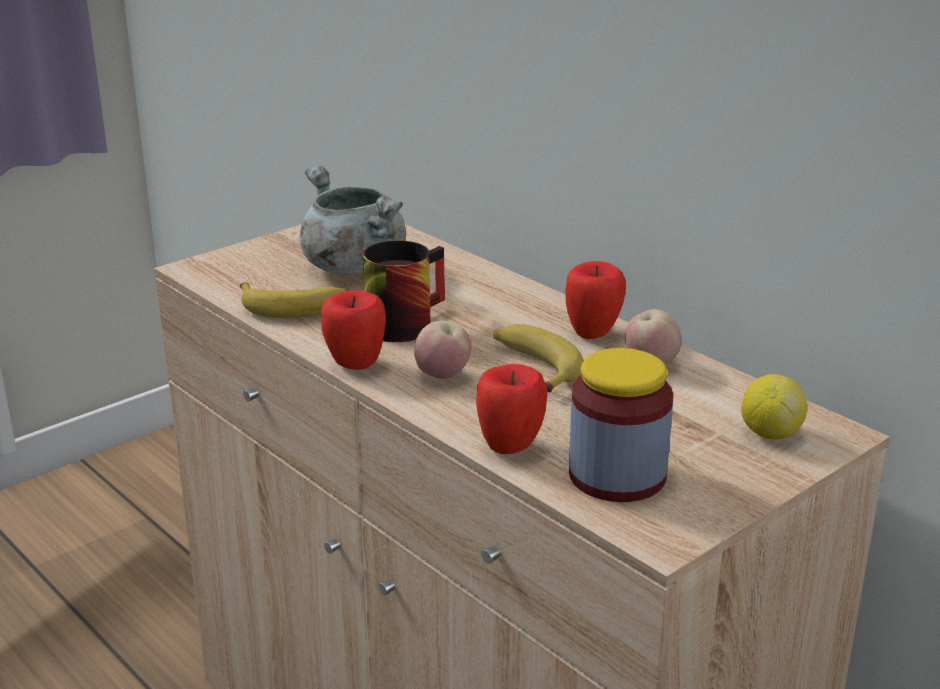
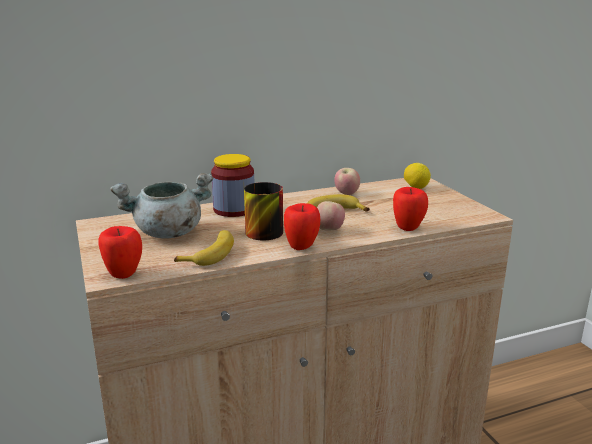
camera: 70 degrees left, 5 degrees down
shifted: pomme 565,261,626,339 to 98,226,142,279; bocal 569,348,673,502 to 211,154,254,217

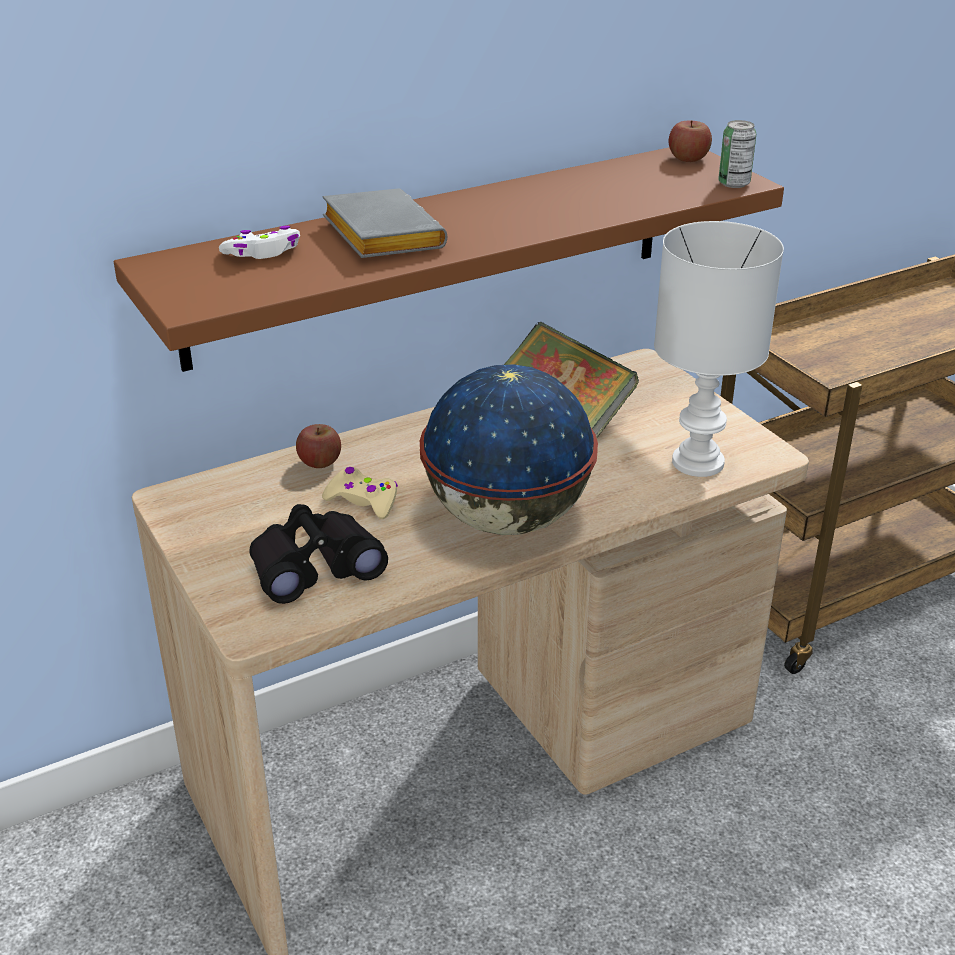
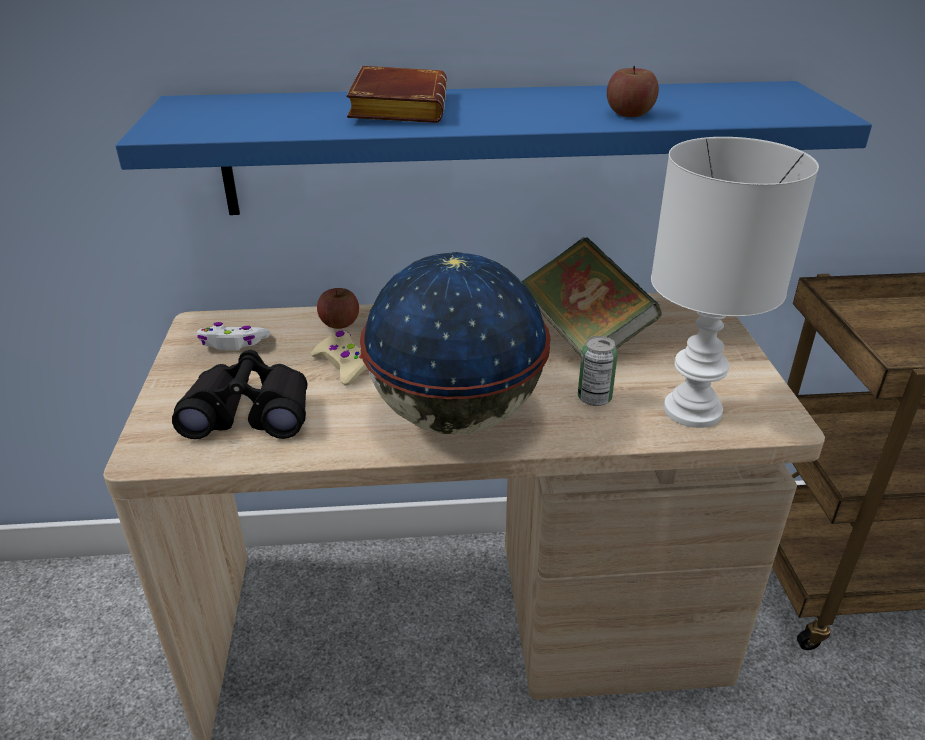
camera: 25 degrees right, 0 degrees up
shifted: manette [blanc] 219,226,300,259 to 197,322,270,350; pomme 669,120,712,162 to 607,66,659,117; boîte métallique 718,120,756,188 to 578,336,618,406
repainted: étagère [marron] 114,147,784,372 to étagère [bleu] 116,81,872,215; livre [gris] 323,188,447,258 to livre [marron] 346,66,447,123

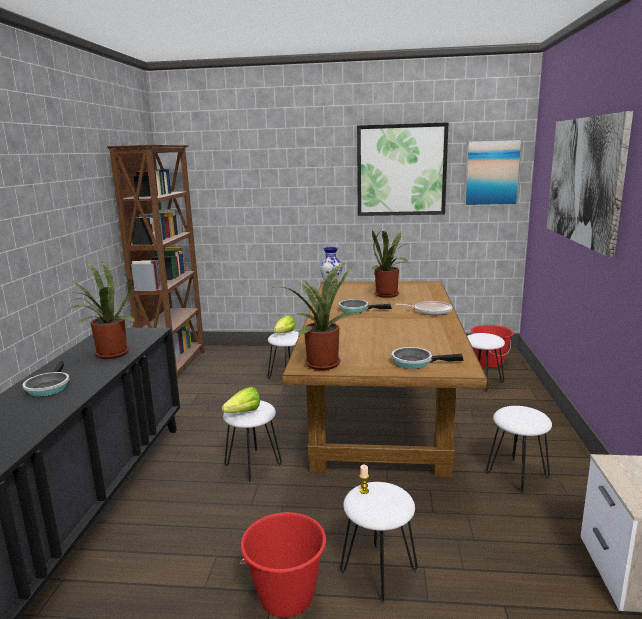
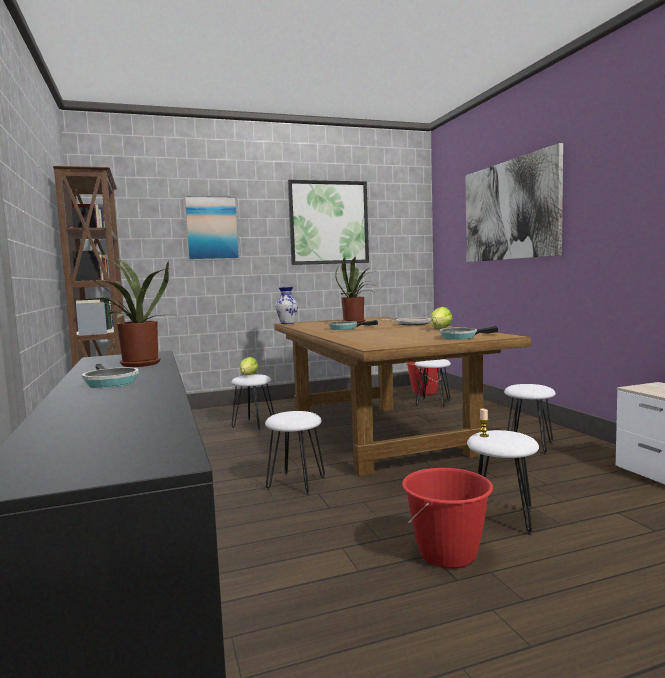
camera: 25 degrees left, 10 degrees down
gone: plante en pot 281,262,359,370
shifted: laitue 222,387,260,413 to 430,307,453,328; tableau 464,138,523,207 to 183,195,240,261

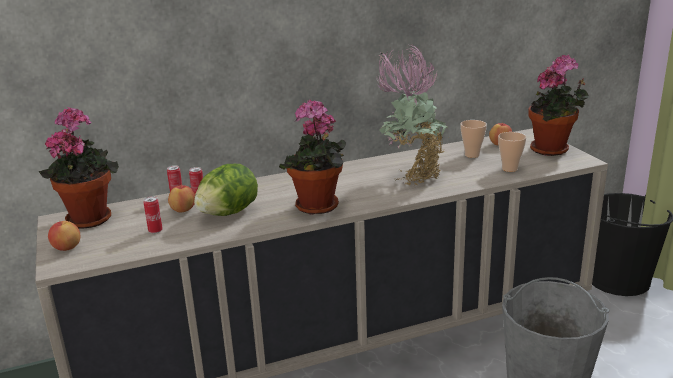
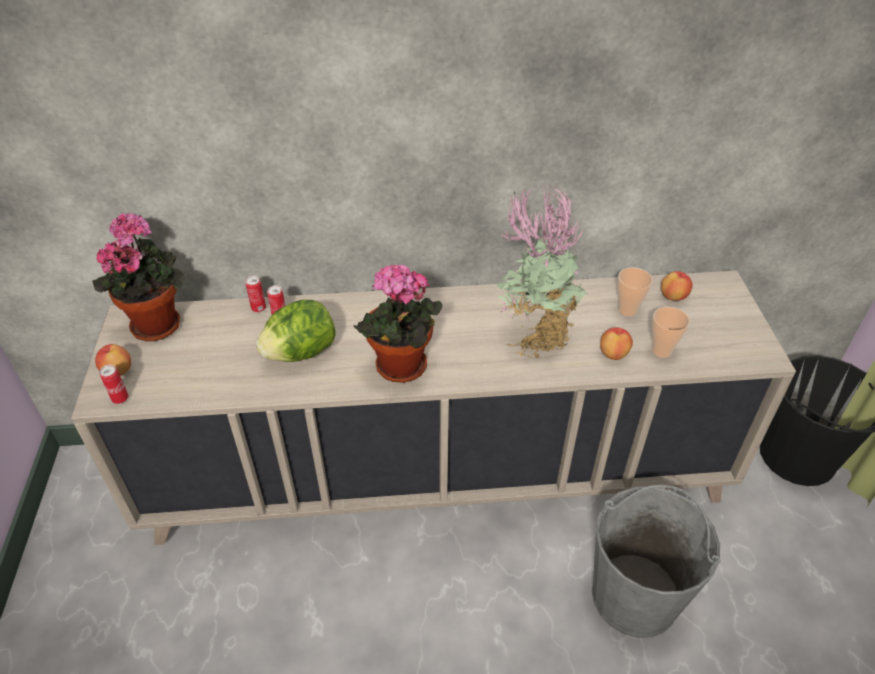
camera: 15 degrees right, 20 degrees up
gone: plante en pot 529,55,589,156
shifted: boîte métallique 144,196,163,234 to 99,365,128,404; pomme 168,185,195,212 to 600,327,633,360

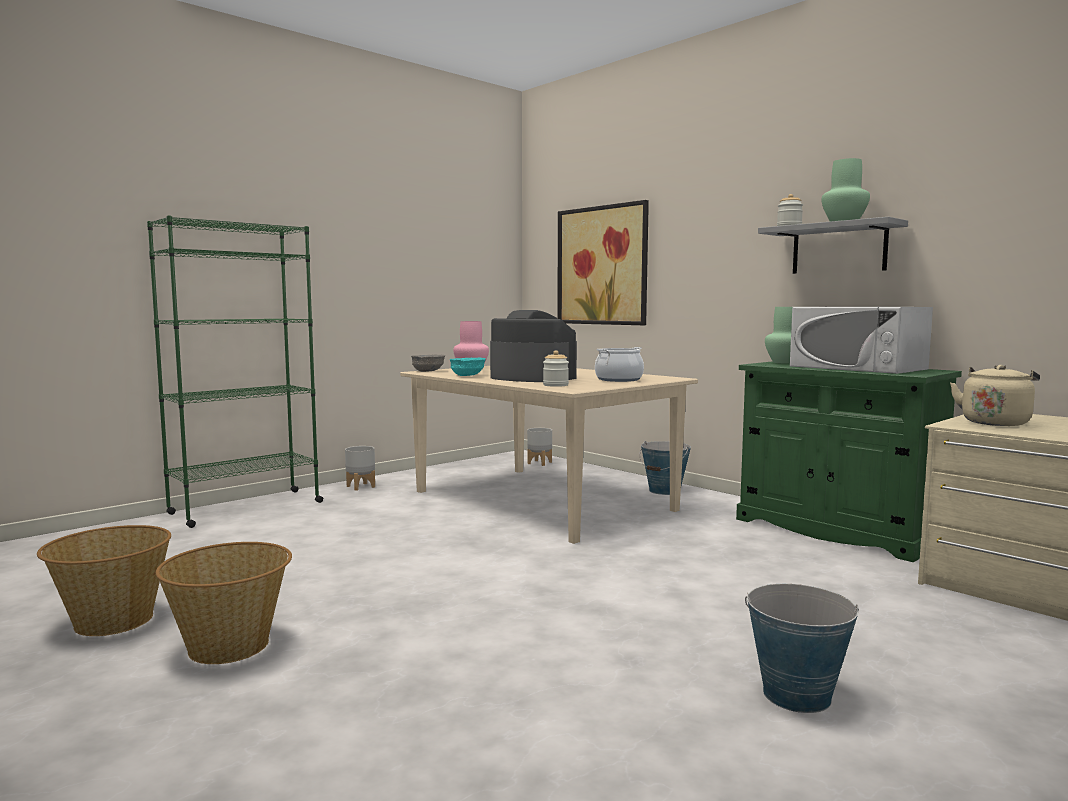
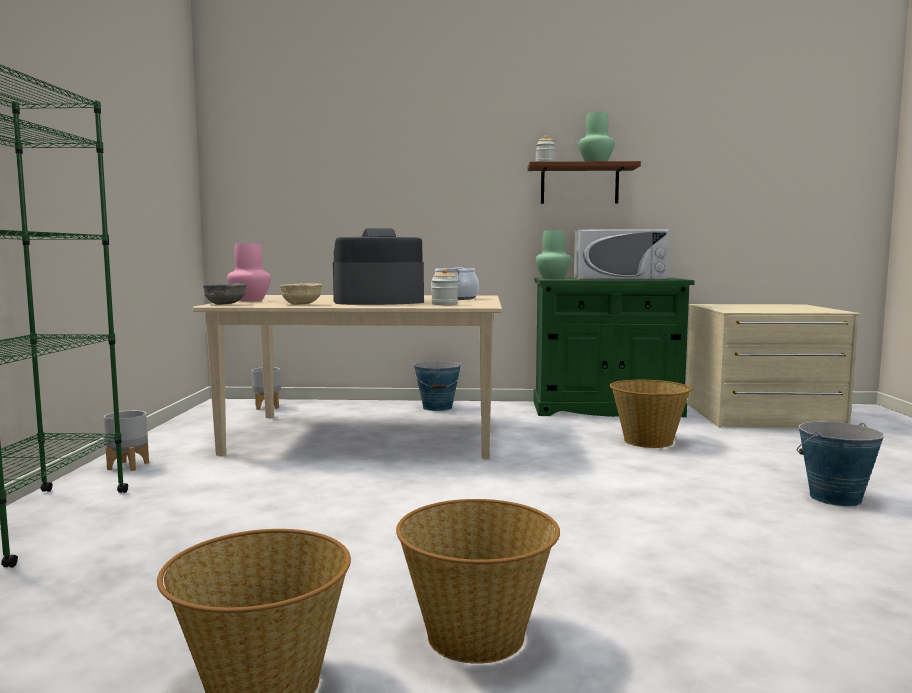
camera: 45 degrees left, 0 degrees up
gone: tableau 557,200,649,325; bouilloire [beige] 950,365,1040,426
new: panier 610,380,692,448
repainted: bol [turquoise] 450,358,486,376 to bol [beige] 280,283,323,305; étagère [gris] 758,217,908,274 to étagère [marron] 528,161,641,204

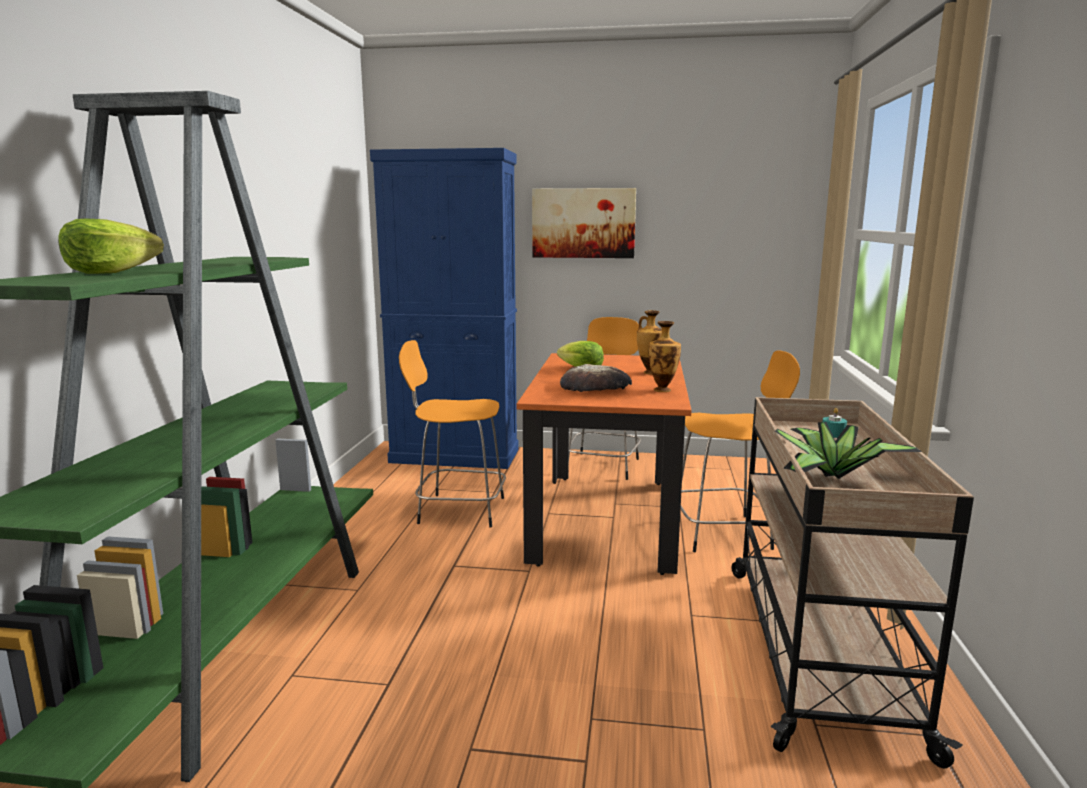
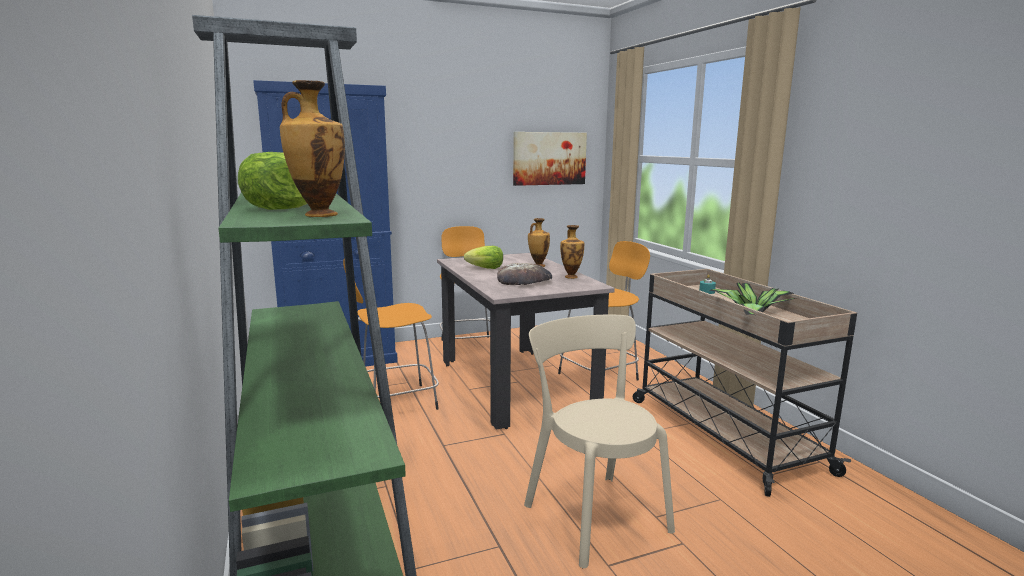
camera: 30 degrees left, 0 degrees up
new: vase 280,80,345,217; chaise [beige] 524,315,675,568
shifted: tableau 532,188,636,258 to 513,132,587,186
repainted: table à manger [orange] 516,353,692,575 to table à manger [beige] 437,253,615,429

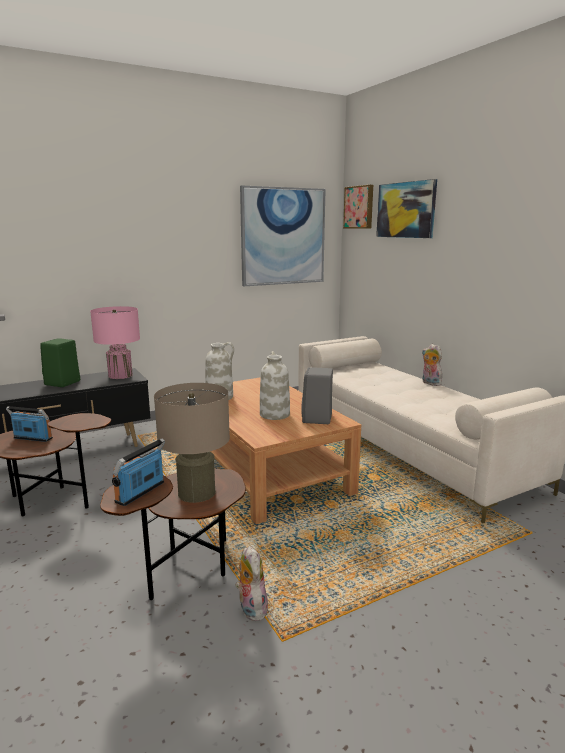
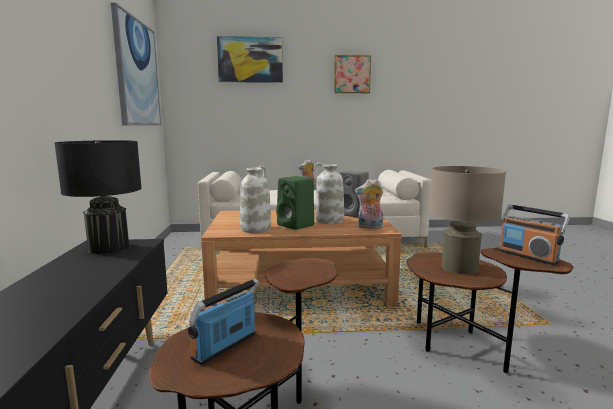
camera: 65 degrees left, 5 degrees down
shifted: enceinte [vert] 40,338,80,387 to 276,176,314,230; peluche 235,546,268,621 to 355,179,384,229; tableau 343,185,373,229 to 334,55,371,93
repainted: lampe de table [rose] 90,306,140,379 to lampe de table [noir] 54,140,142,254

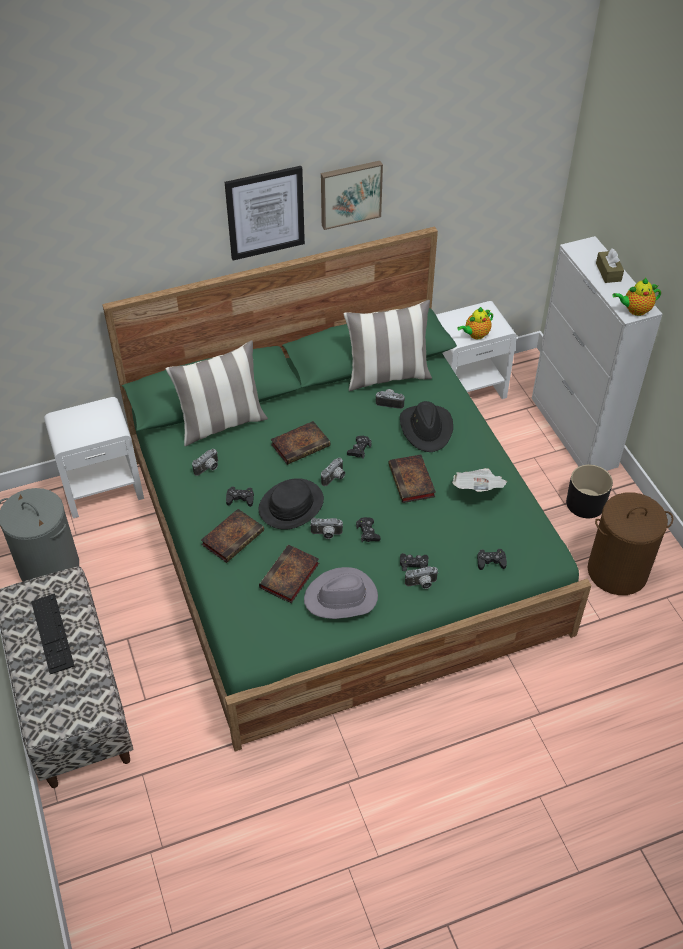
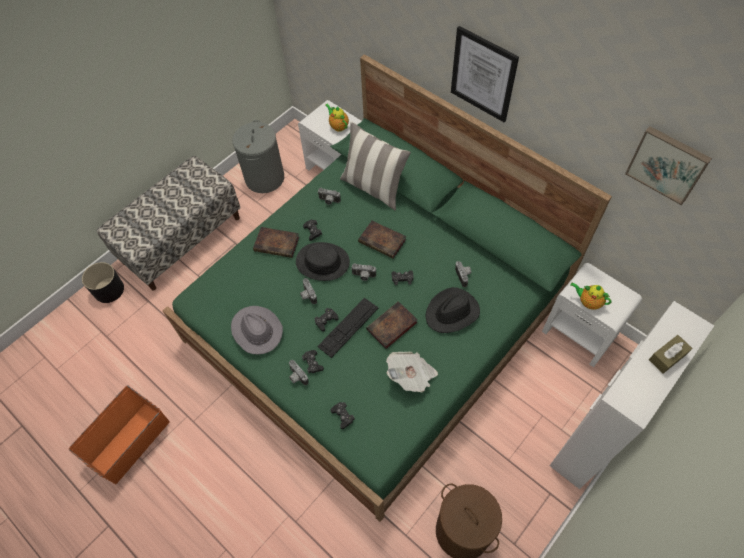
camera: 65 degrees right, 10 degrees up
gone: livre 259,544,319,603; coussin 343,300,432,391
new: boîte de rangement [orange] 69,386,170,484
shifted: clavier 31,593,75,674 to 317,298,379,358; tableau 321,161,383,230 to 625,126,712,205; cache-pot [noir] 566,465,613,518 to 82,262,124,303; théière 612,278,661,316 to 325,103,349,132

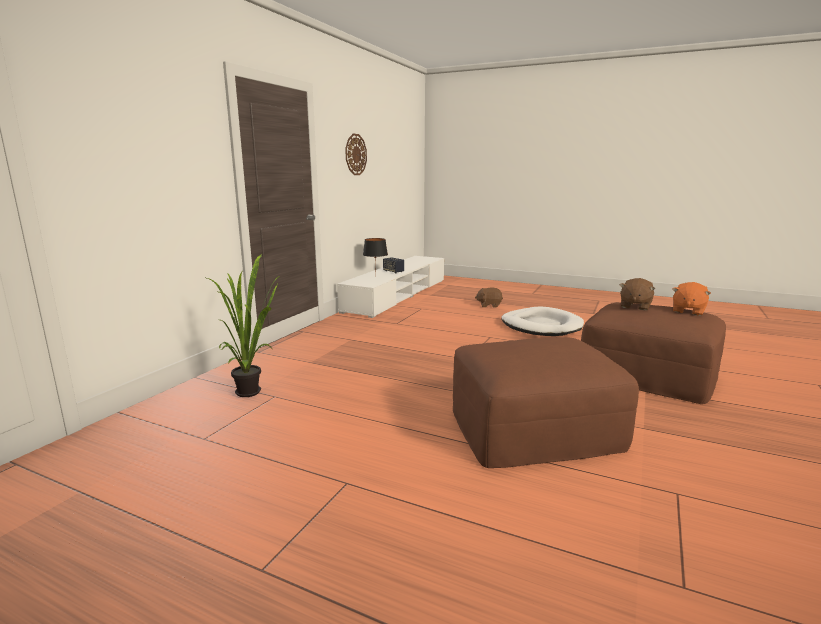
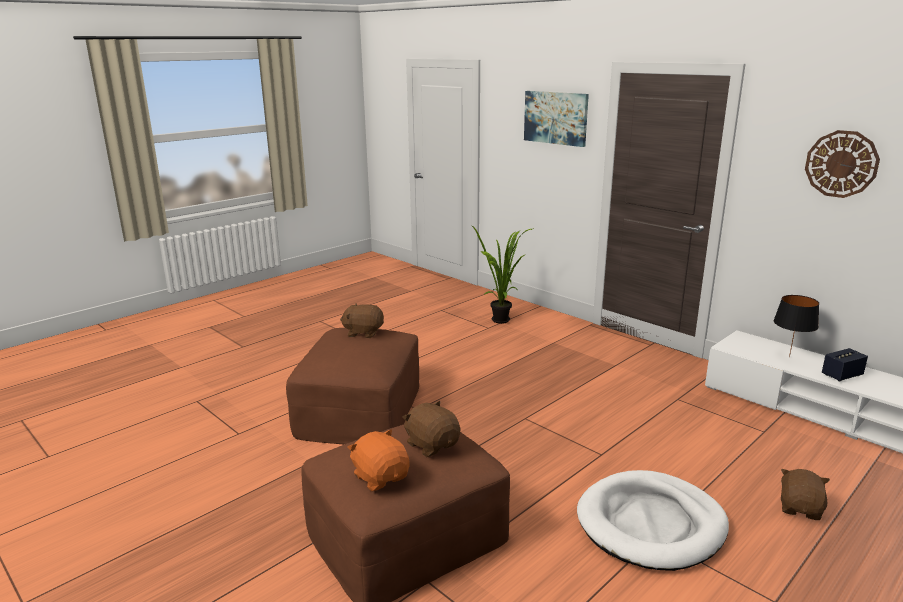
camera: 110 degrees right, 5 degrees up
new: peluche [marron] 340,303,384,338; tableau 524,91,589,147

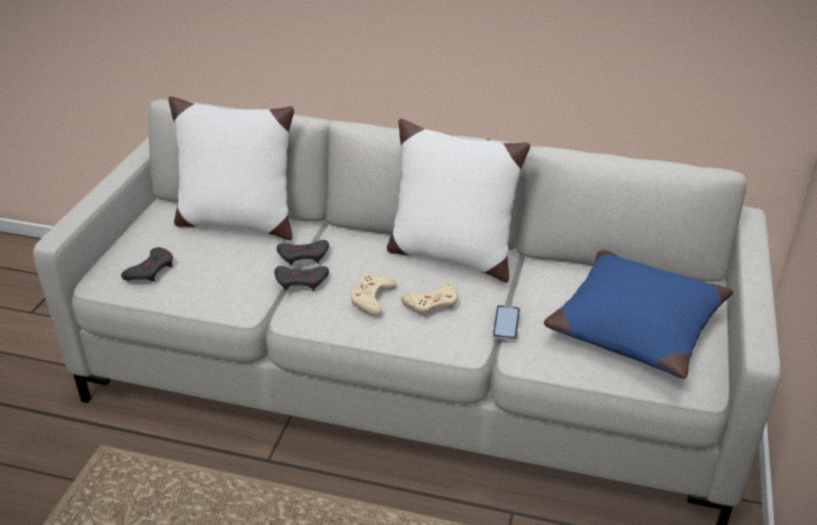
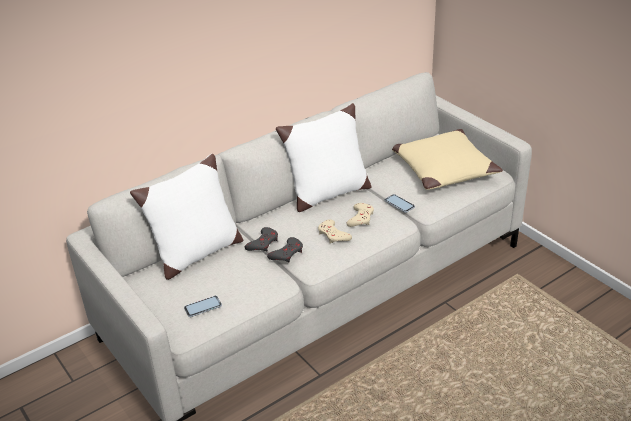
camera: 50 degrees left, 0 degrees up
swapped: manette [gris] 121,247,173,282 to téléphone 184,296,222,317
repainted: coussin [bleu] 544,251,733,379 to coussin [beige] 392,129,503,190

